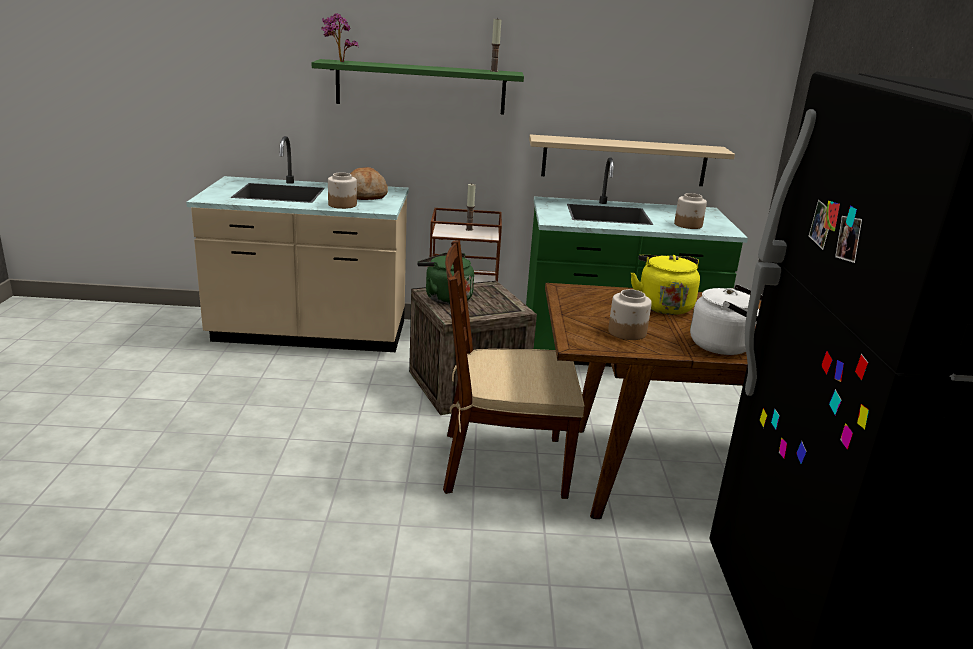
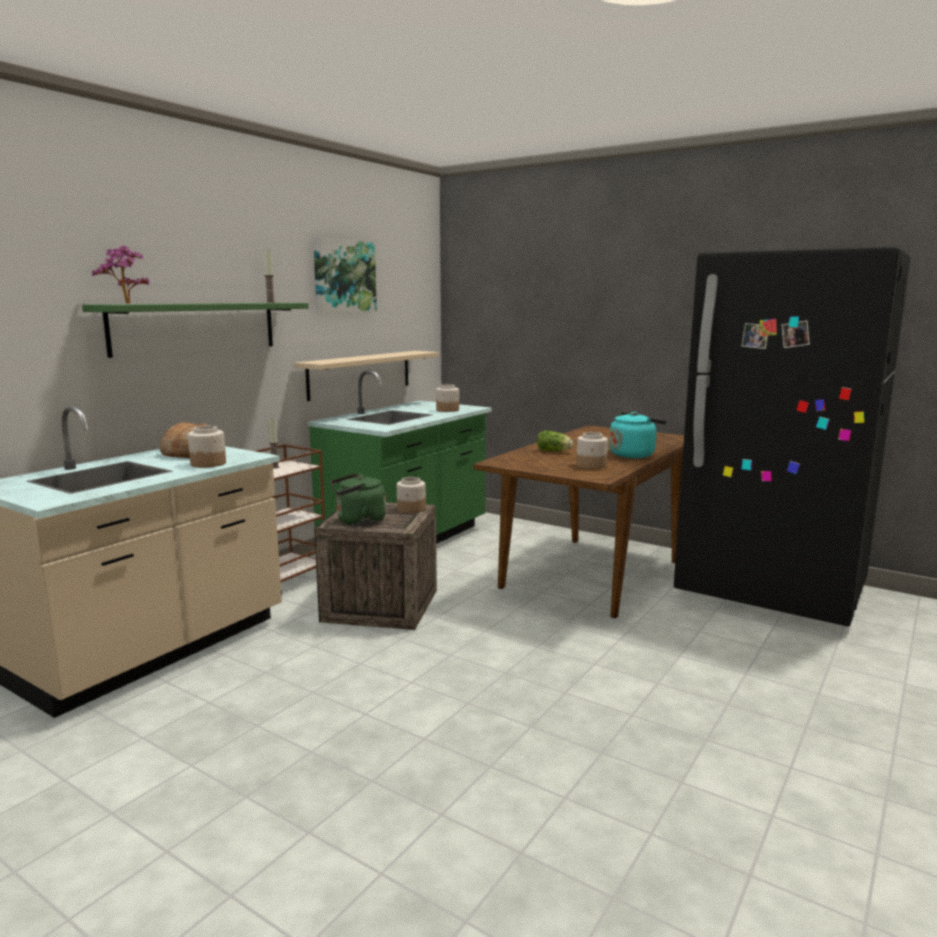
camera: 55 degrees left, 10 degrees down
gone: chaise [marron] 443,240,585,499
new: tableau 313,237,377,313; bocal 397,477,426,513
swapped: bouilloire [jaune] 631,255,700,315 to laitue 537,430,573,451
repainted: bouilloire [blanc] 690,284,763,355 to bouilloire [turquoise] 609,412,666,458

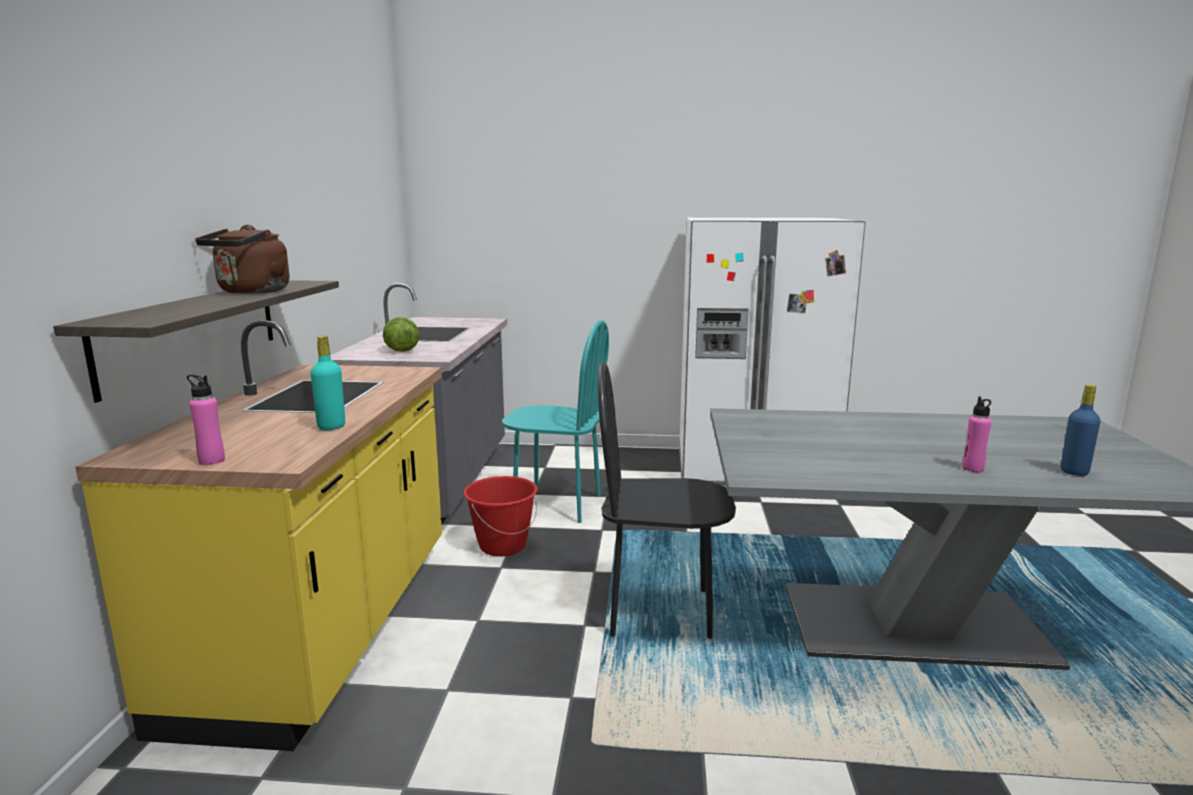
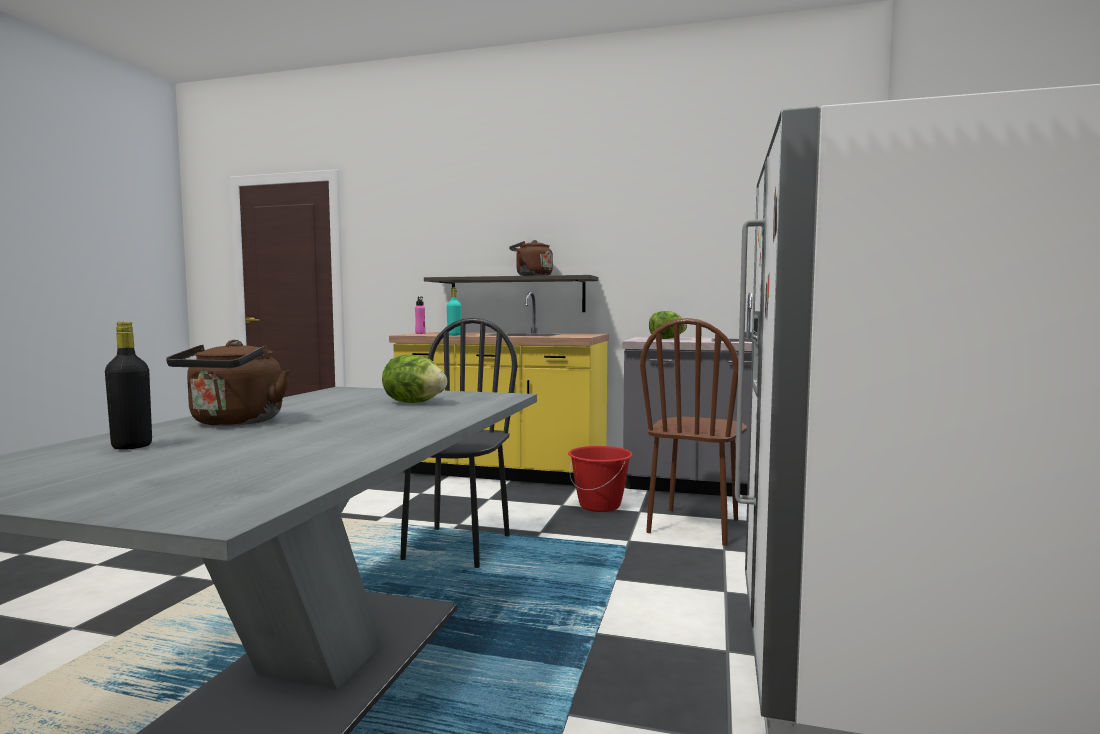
camera: 100 degrees right, 10 degrees down
new: laitue 382,354,447,403
swapped: bouteille [rose] 962,396,992,472 to bouilloire [marron] 166,340,290,426
repainted: chaise [turquoise] 502,320,609,523 to chaise [marron] 640,318,747,546; bouteille [bleu] 1061,385,1100,476 to bouteille [noir] 105,322,152,449

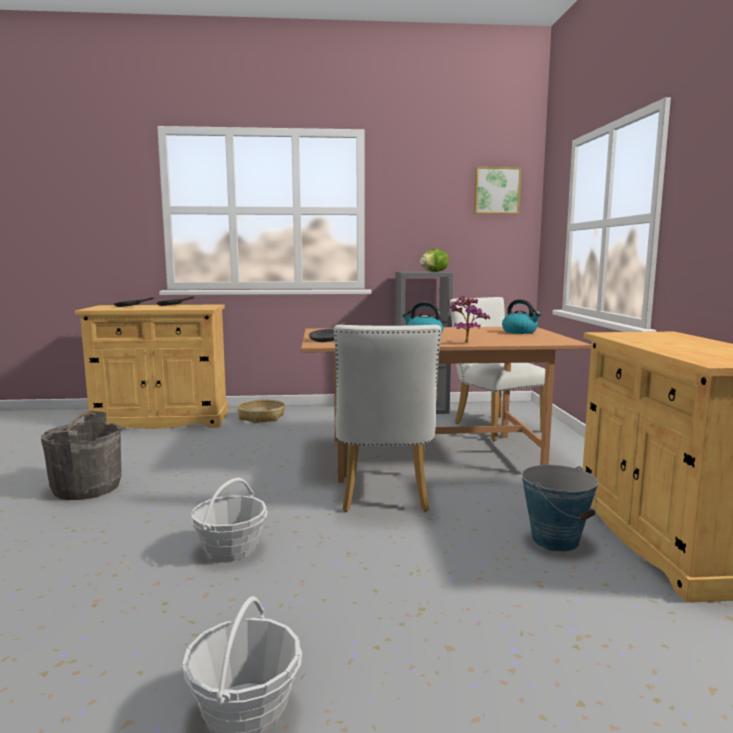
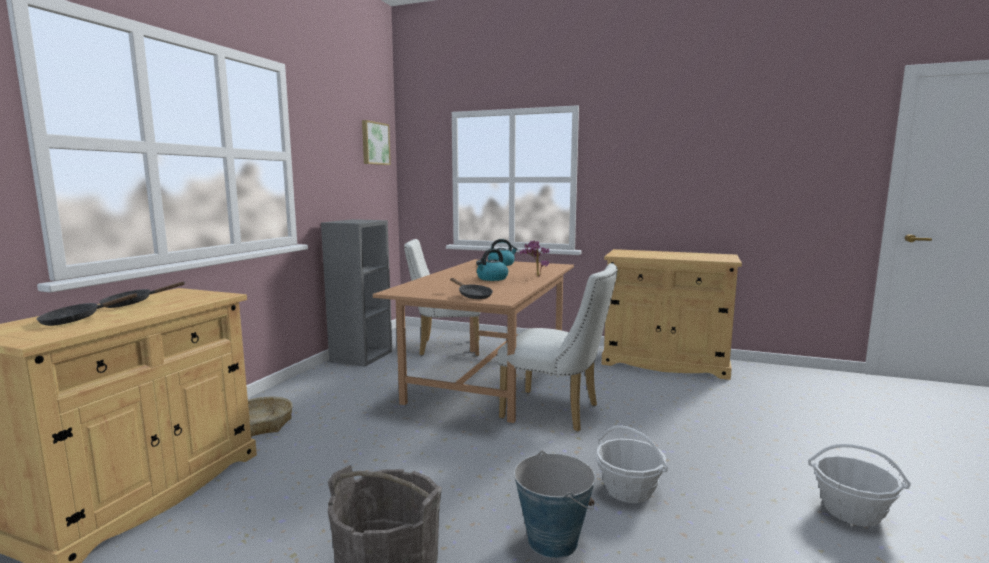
camera: 65 degrees left, 0 degrees up
gone: laitue 420,249,449,272
shifted: seau 522,465,598,552 to 514,451,595,558

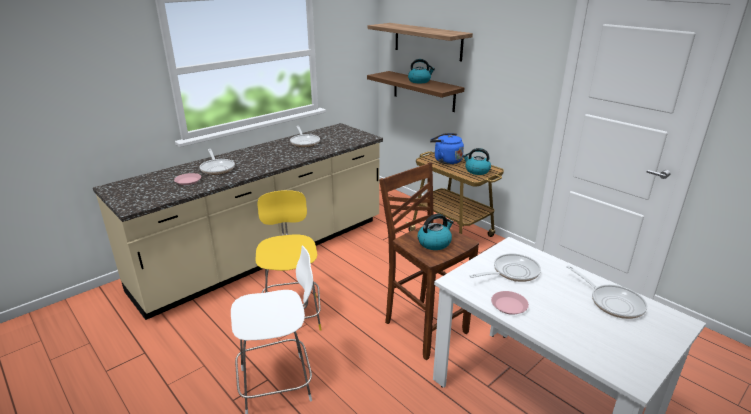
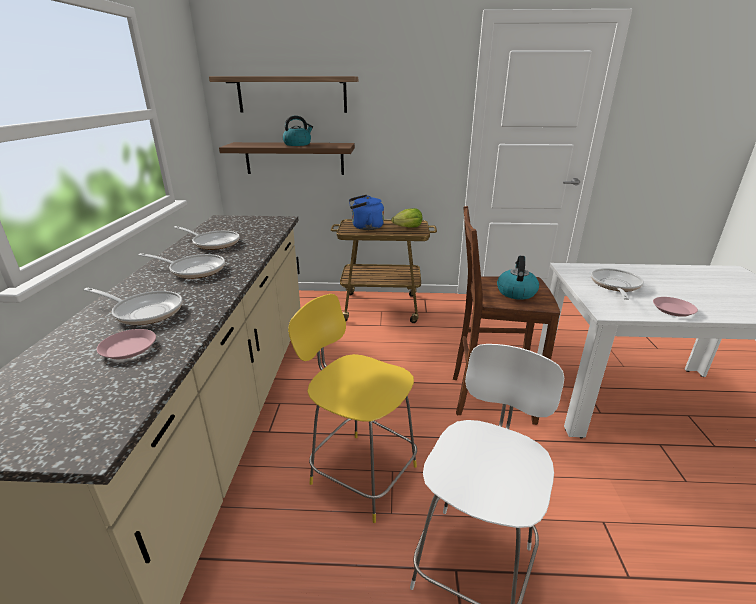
camera: 45 degrees left, 0 degrees up
shifted: poêle 567,265,647,319 to 139,253,225,279
swapped: bouilloire 463,148,491,175 to laitue 392,208,422,228

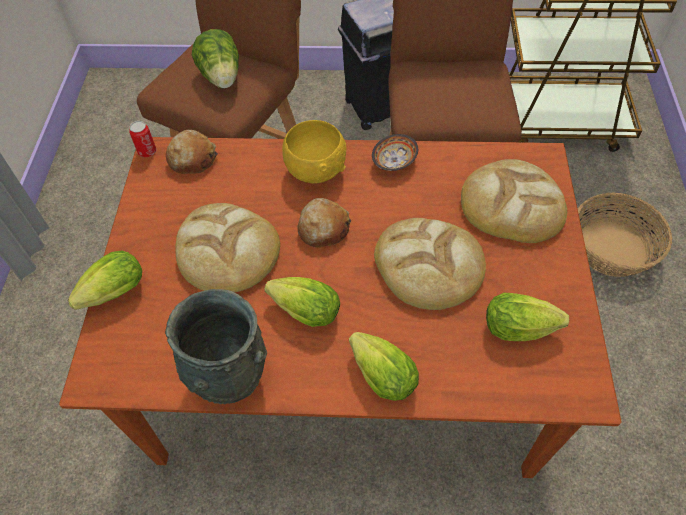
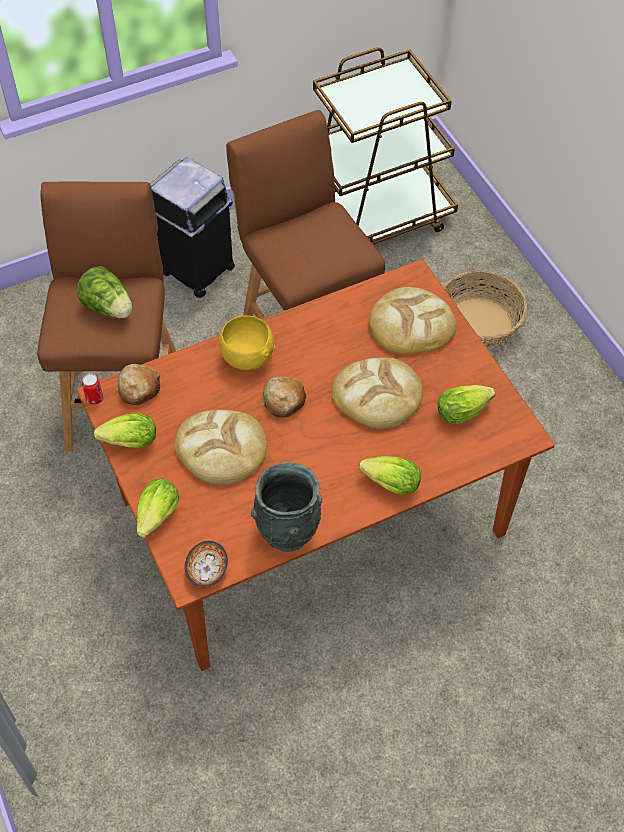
camera: 30 degrees left, 0 degrees up
shifted: laitue 264,277,340,327 to 94,413,156,448; bol 372,134,418,171 to 185,541,228,587

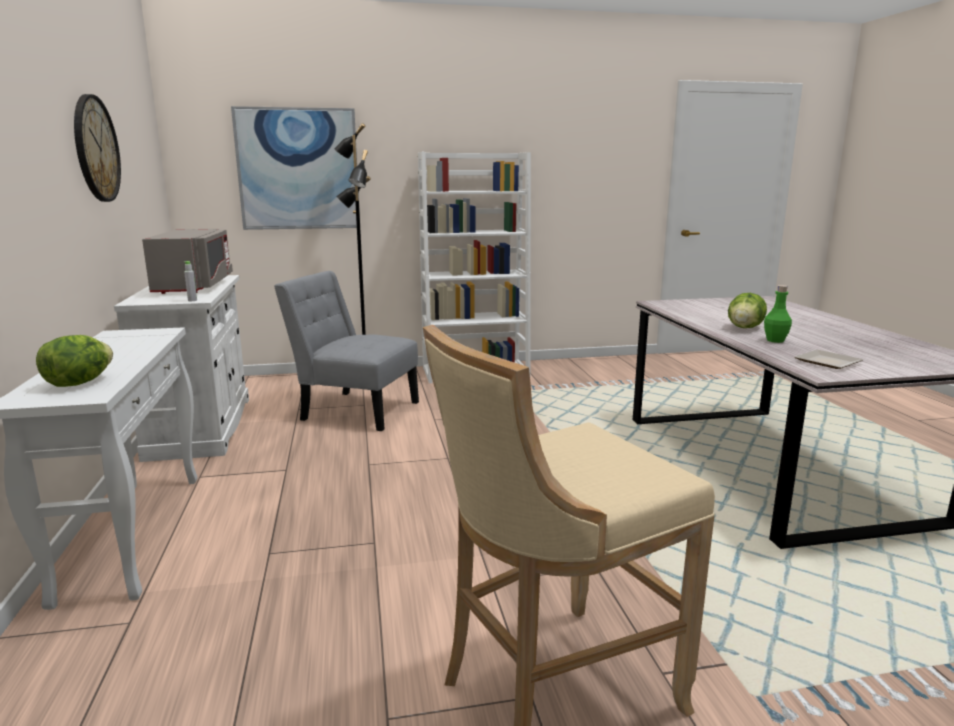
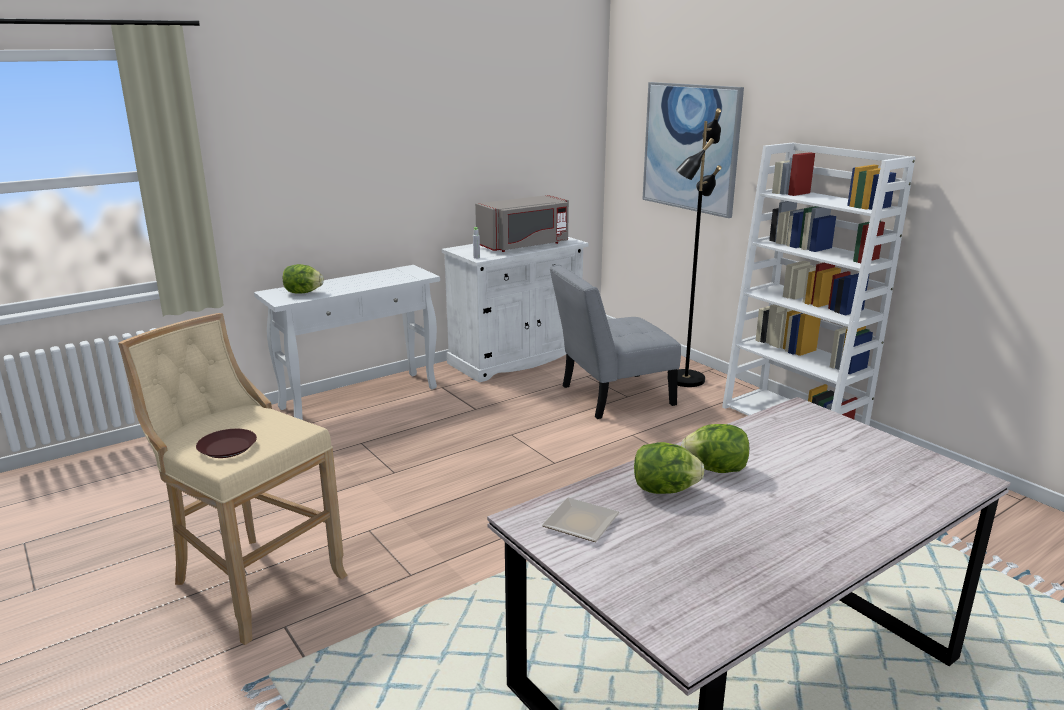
camera: 65 degrees right, 5 degrees up
gone: horloge murale 74,94,121,202
new: assiette [marron] 196,429,257,458
swapped: bouteille [vert] 764,285,792,343 to laitue 634,442,704,494
rotated: chaise [gris] 274,271,419,431 = 549,264,681,419 105 degrees counterclockwise

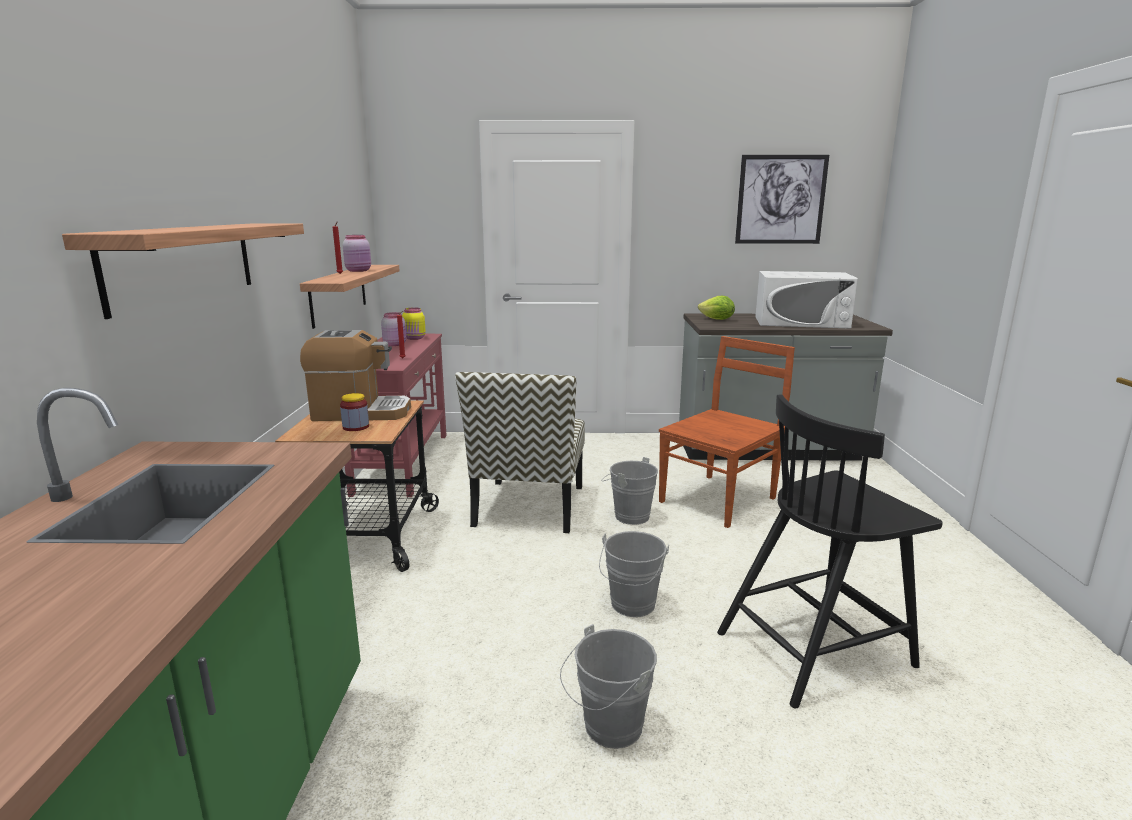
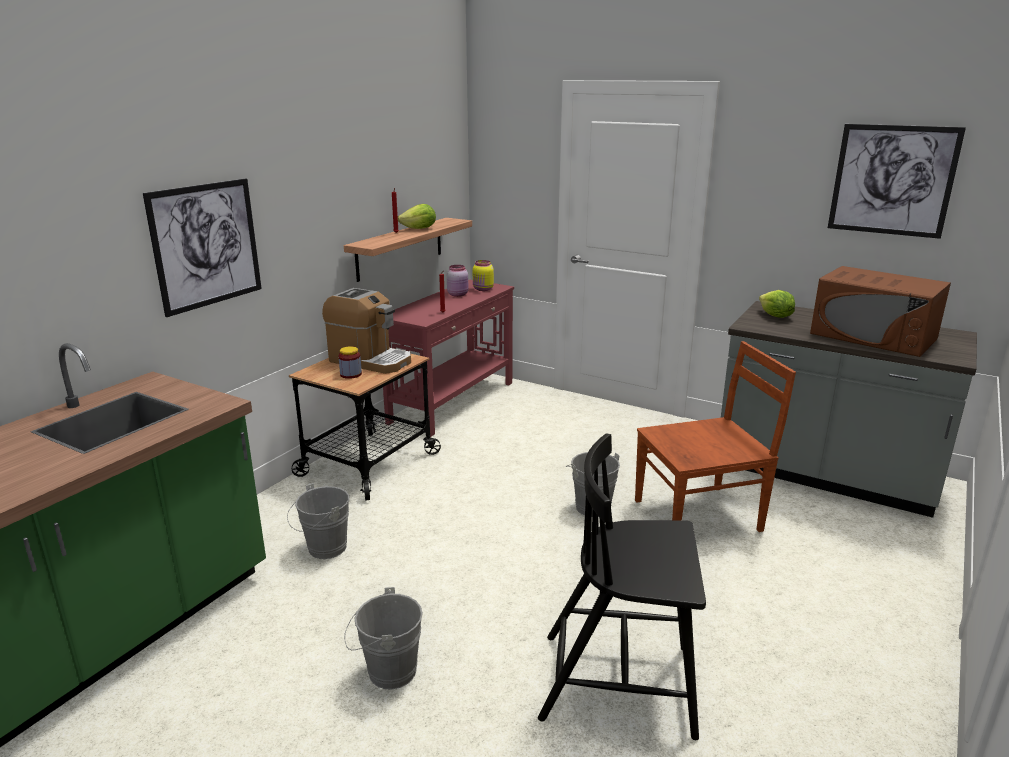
camera: 30 degrees right, 5 degrees up
gone: chaise 455,372,585,533
shifted: seau [gris] 599,531,669,617 to 287,483,349,559
swapped: étagère 62,224,304,319 to tableau 143,178,262,317; bocal [rose] 343,235,371,272 to laitue 398,204,436,229
repainted: micro-ondes [blanc] 755,271,858,329 to micro-ondes [marron] 810,266,951,357

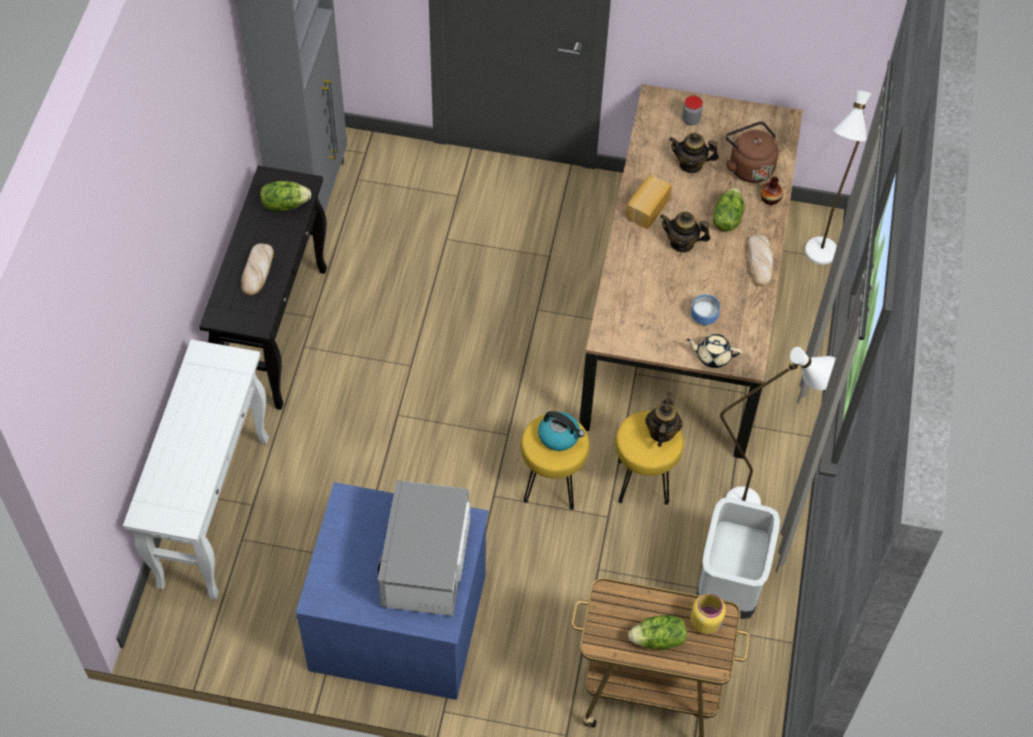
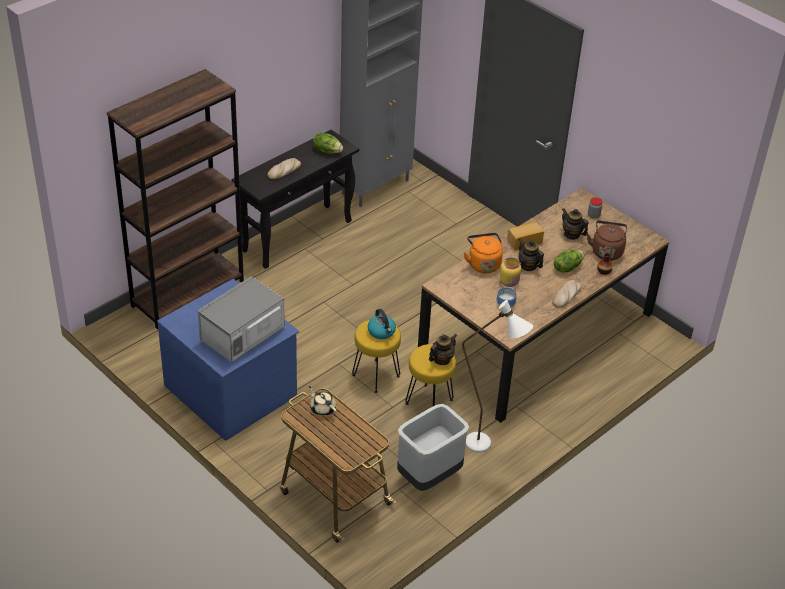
camera: 35 degrees right, 15 degrees down
gone: laitue 628,615,687,650; lampadaire [blanc] 805,90,872,265
new: bouilloire [orange] 464,233,503,273
shifted: théière [beige] 686,334,742,368 to 308,386,337,416; bocal [jaune] 690,594,726,635 to 500,258,521,287
swapped: table console [blanc] 123,339,269,600 to bibliothèque [marron] 107,69,244,330

